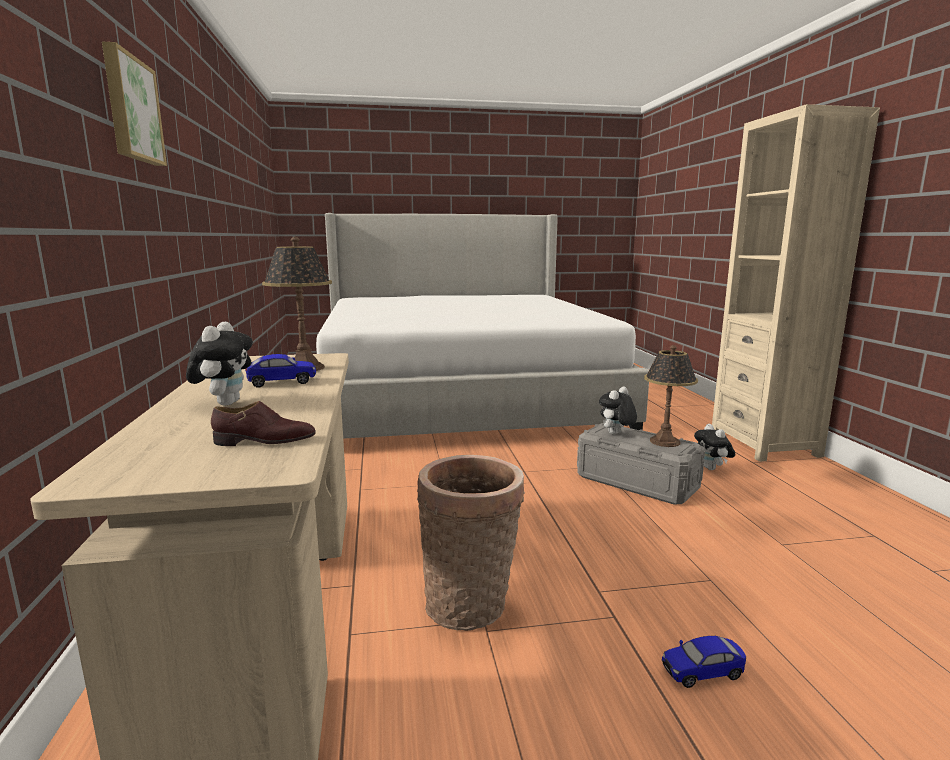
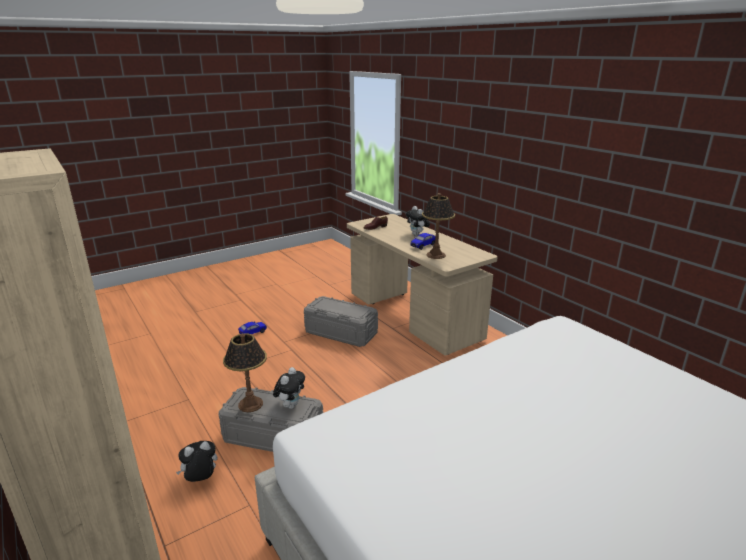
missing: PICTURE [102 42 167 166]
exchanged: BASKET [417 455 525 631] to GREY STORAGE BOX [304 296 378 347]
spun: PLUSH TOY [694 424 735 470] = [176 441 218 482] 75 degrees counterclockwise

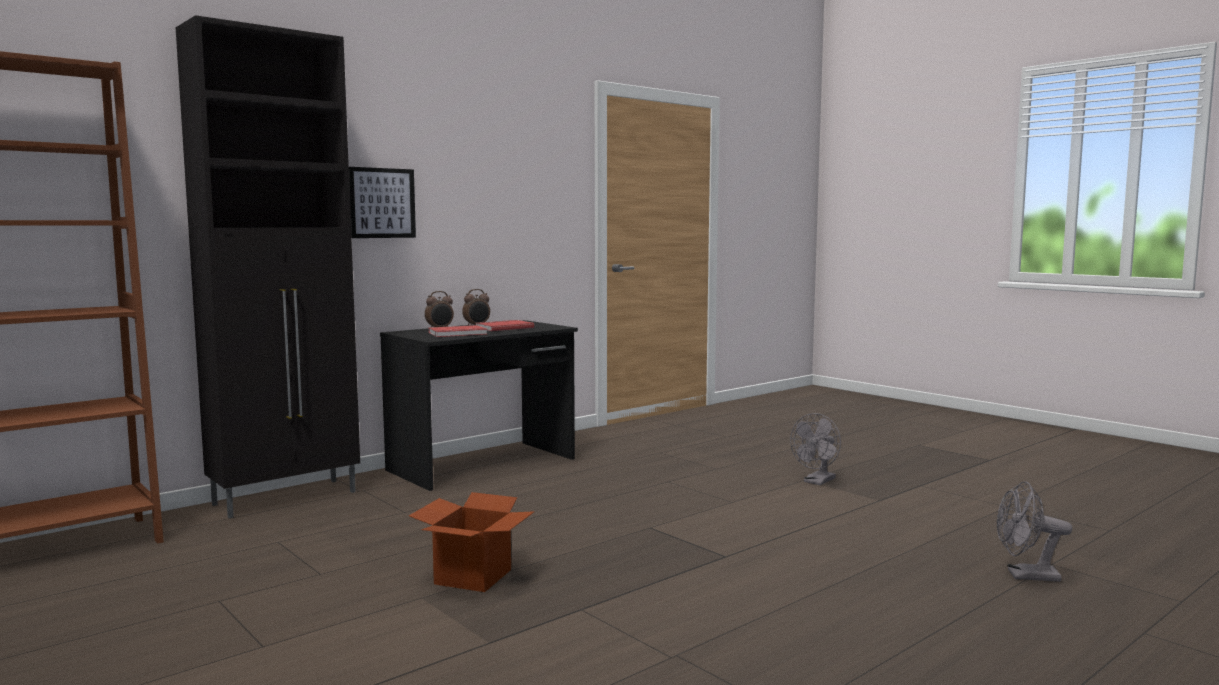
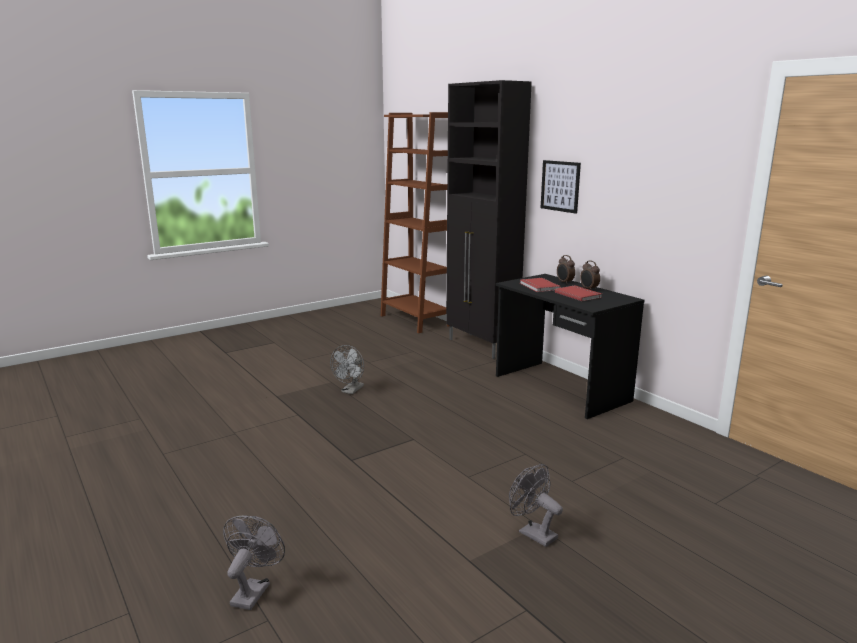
exchanged: CARDBOARD BOX [409 492 535 592] to GREY FAN [330 345 364 394]

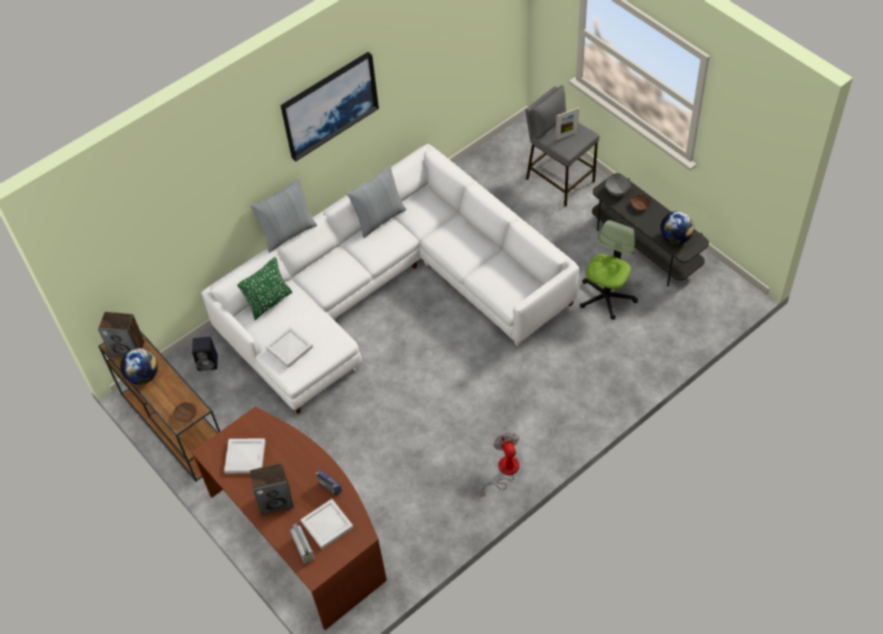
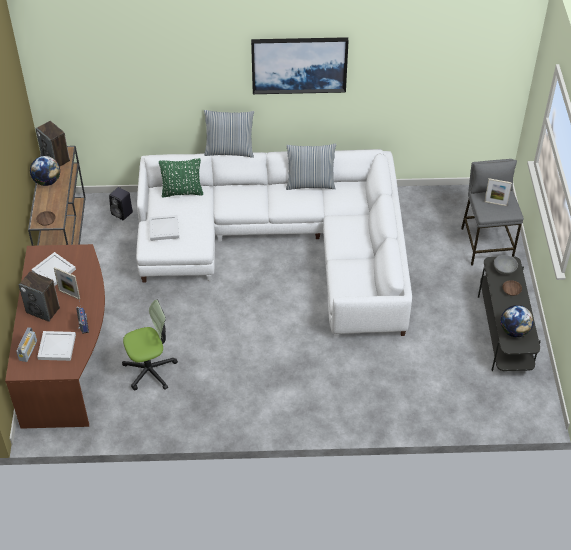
missing: FAN [480 433 519 498]
appeared: PICTURE FRAME [54 267 80 300]
relocated: OFFICE CHAIR [580 220 638 320] to [122 299 178 390]

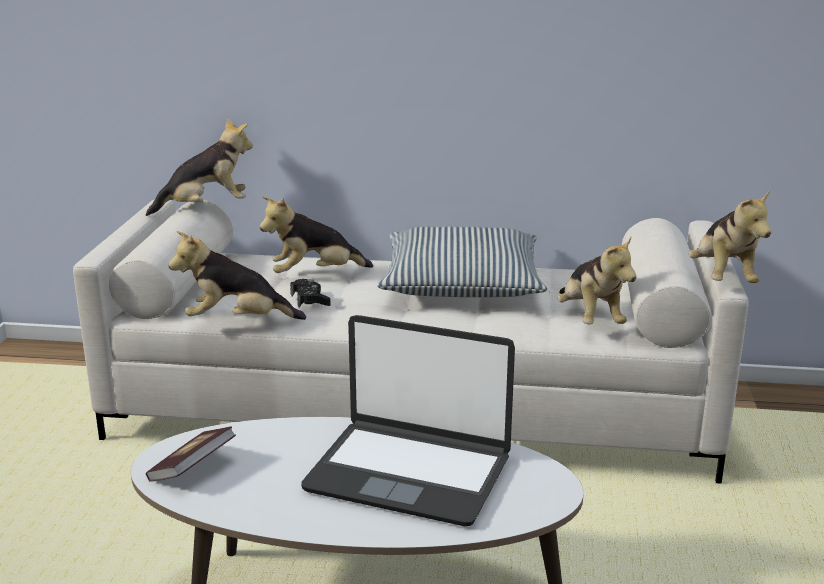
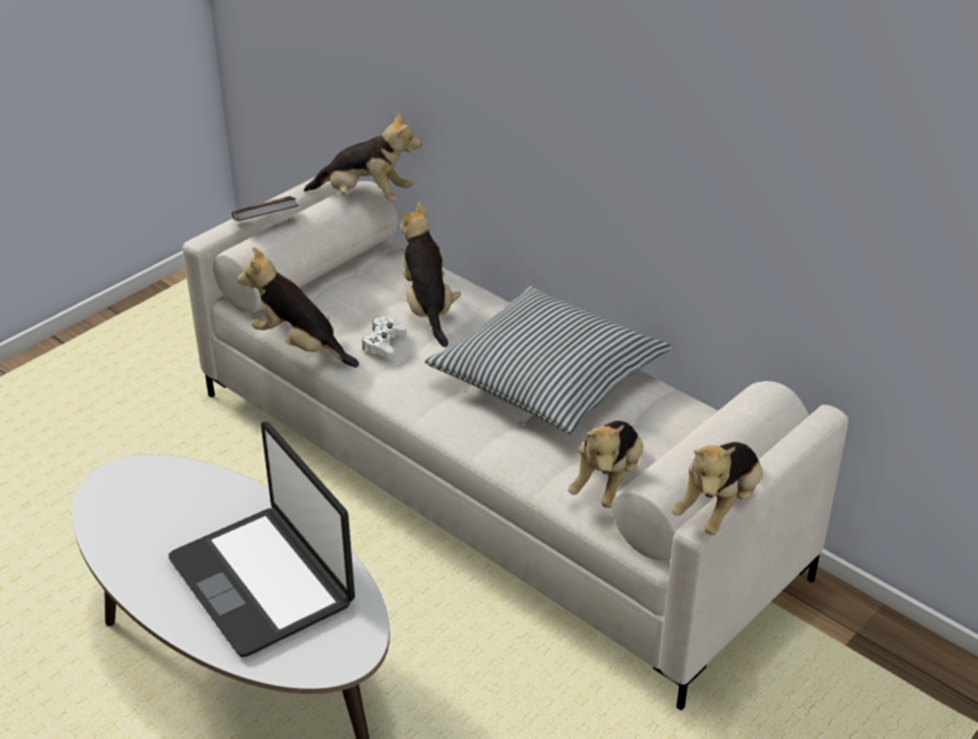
relocated: BOOK [146 427 236 482] to [232 196 298 221]
colour: BLACK GAME CONTROLLER [290 279 331 307] to WHITE GAME CONTROLLER [362 317 407 359]
spun: PLUSH TOY [260 196 373 273] = [400 202 461 347] 60 degrees clockwise

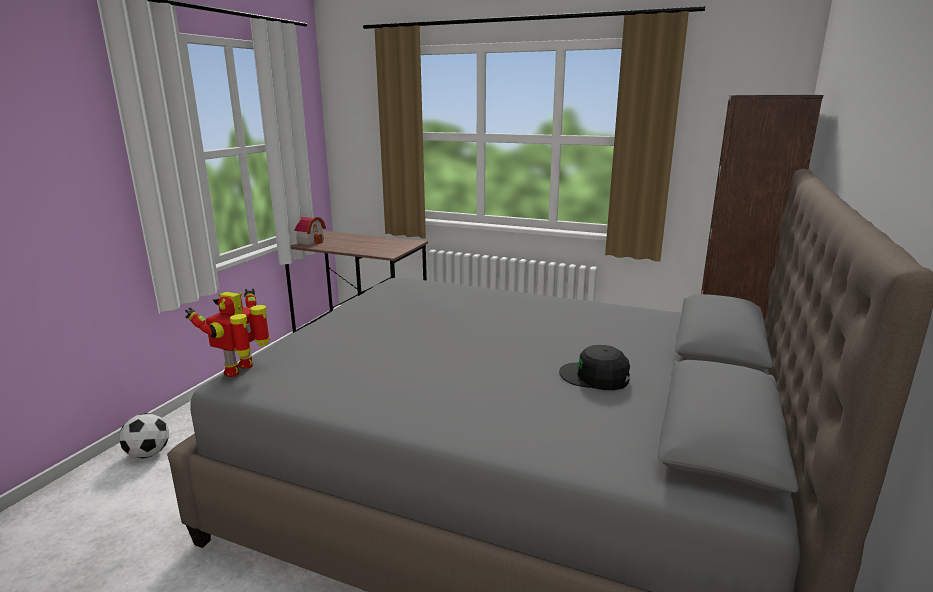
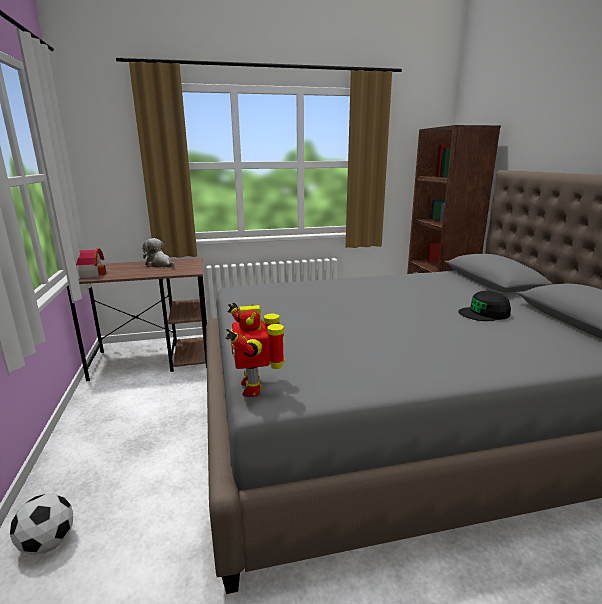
appeared: PLUSH TOY [142 238 175 268]

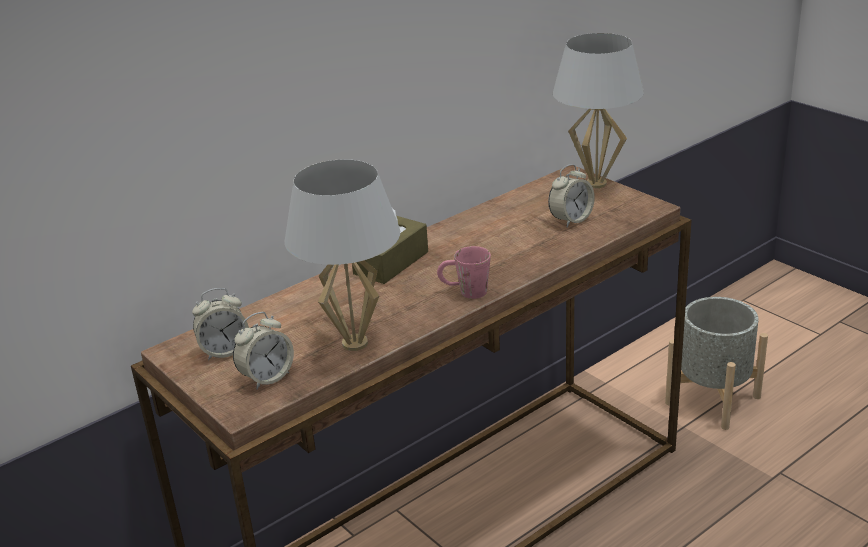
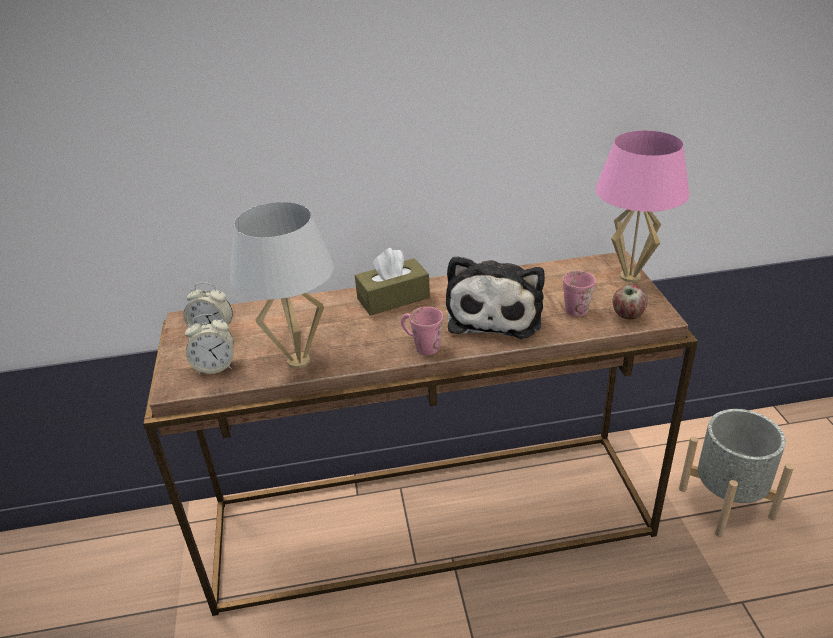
appeared: PLUSH TOY [446 256 545 339]; APPLE [612 285 648 320]
exchanged: ALARM CLOCK [548 164 595 227] to PINK MUG [563 271 596 317]
colour: WHITE TABLE LAMP [553 33 644 188] to PINK TABLE LAMP [596 130 690 282]

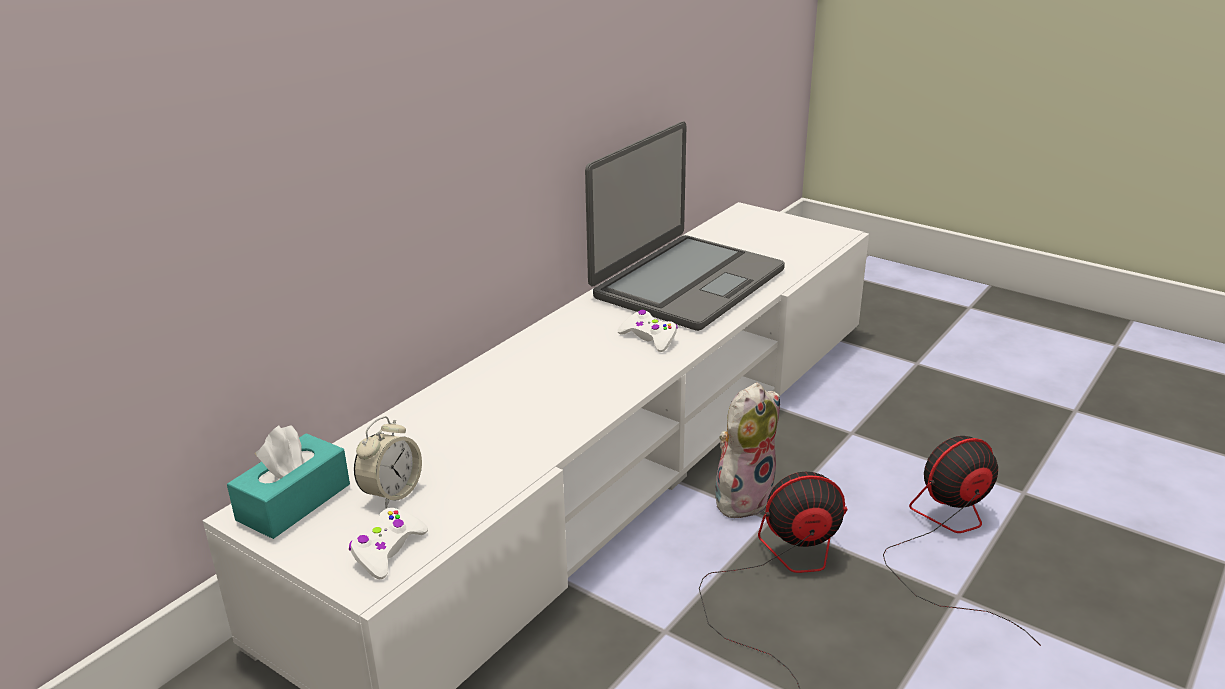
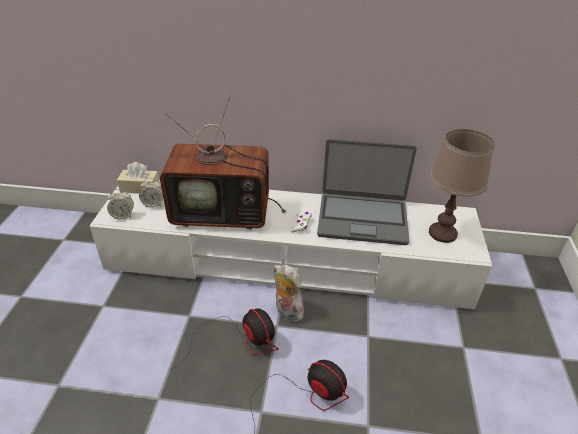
appeared: TELEVISION [160 93 286 229]; BROWN TABLE LAMP [429 129 495 243]
exchanged: WHITE GAME CONTROLLER [349 508 428 579] to ALARM CLOCK [107 189 134 220]
colour: TURQUOISE TISSUE BOX [227 426 350 539] to BEIGE TISSUE BOX [117 162 159 194]
spun: PLUSH TOY [715 383 780 518] = [274 264 304 322] 150 degrees counterclockwise

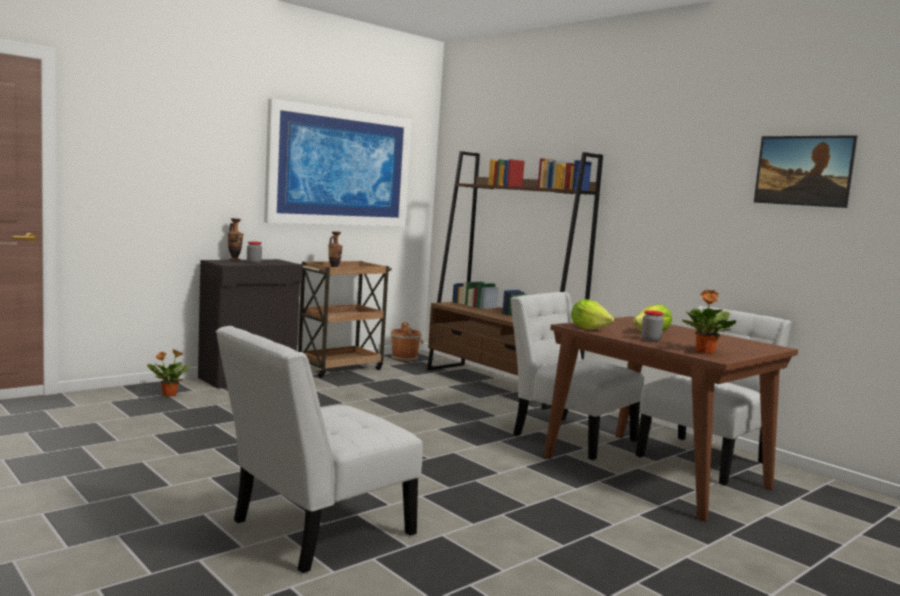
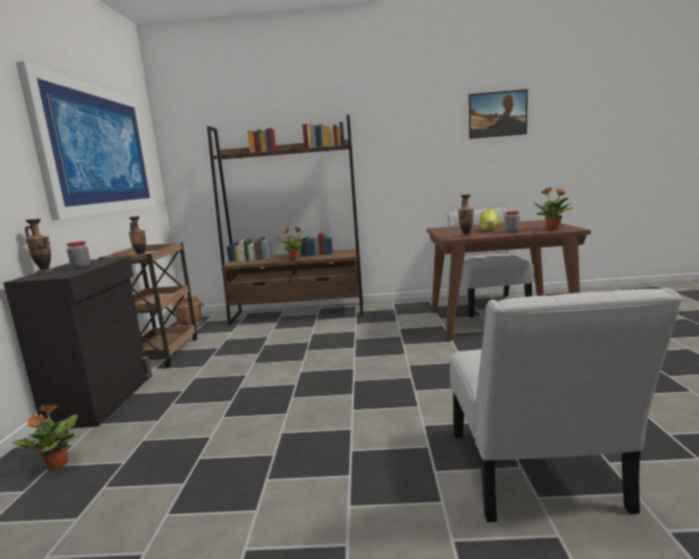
missing: WHITE CHAIR [511 292 644 460]
appeared: POTTED PLANT [277 227 308 260]
exchanged: LETTUCE [571 299 614 330] to VASE [458 194 474 237]

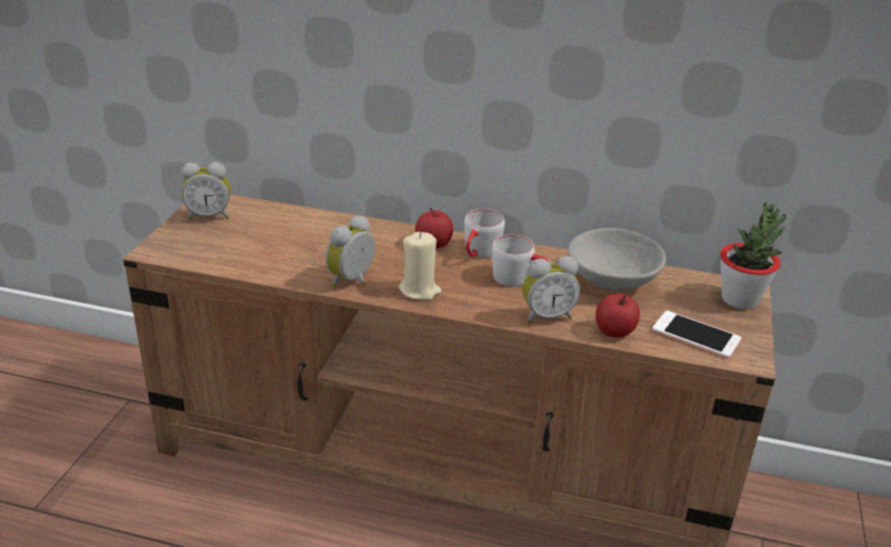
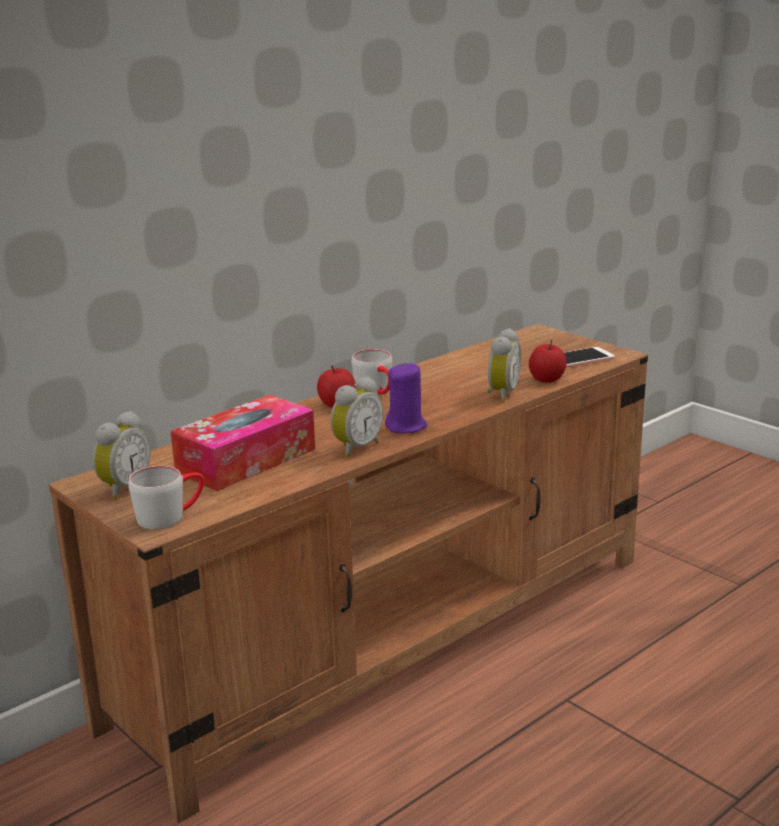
missing: GREY BOWL [568 228 666 291]; POTTED PLANT [720 202 786 309]
appeared: TISSUE BOX [170 395 315 491]
relocated: GREY MUG [492 235 550 287] to [128 466 204 530]
colour: BEIGE CANDLE [399 232 441 300] to PURPLE CANDLE [385 362 427 433]
spun: ALARM CLOCK [326 216 375 287] = [330 376 384 458] 120 degrees counterclockwise

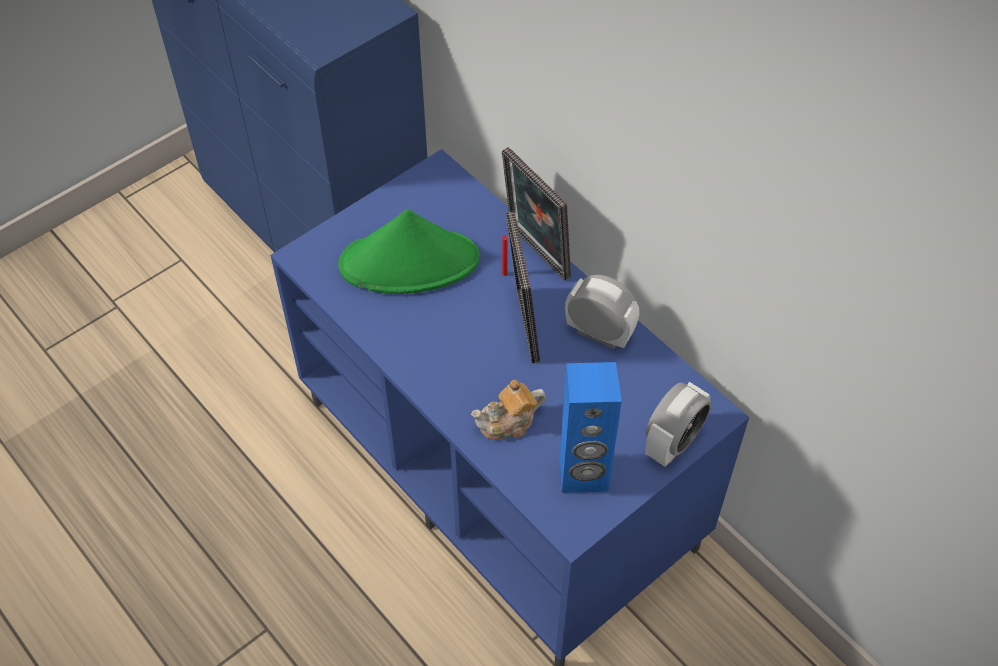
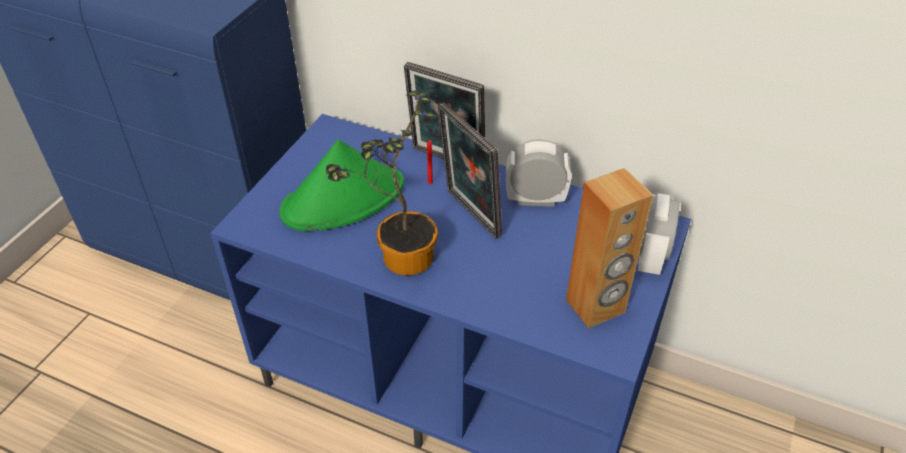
missing: TEAPOT [471 380 546 440]
appeared: POTTED PLANT [326 90 438 275]
colour: BLUE SPEAKER [559 362 622 493] to BROWN SPEAKER [566 168 653 328]

